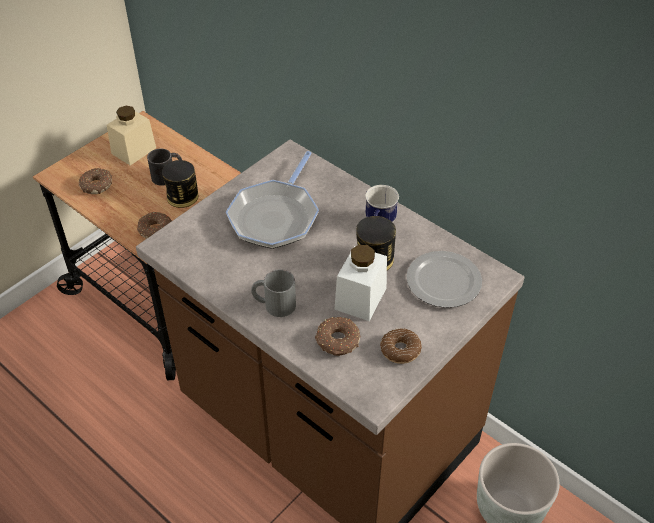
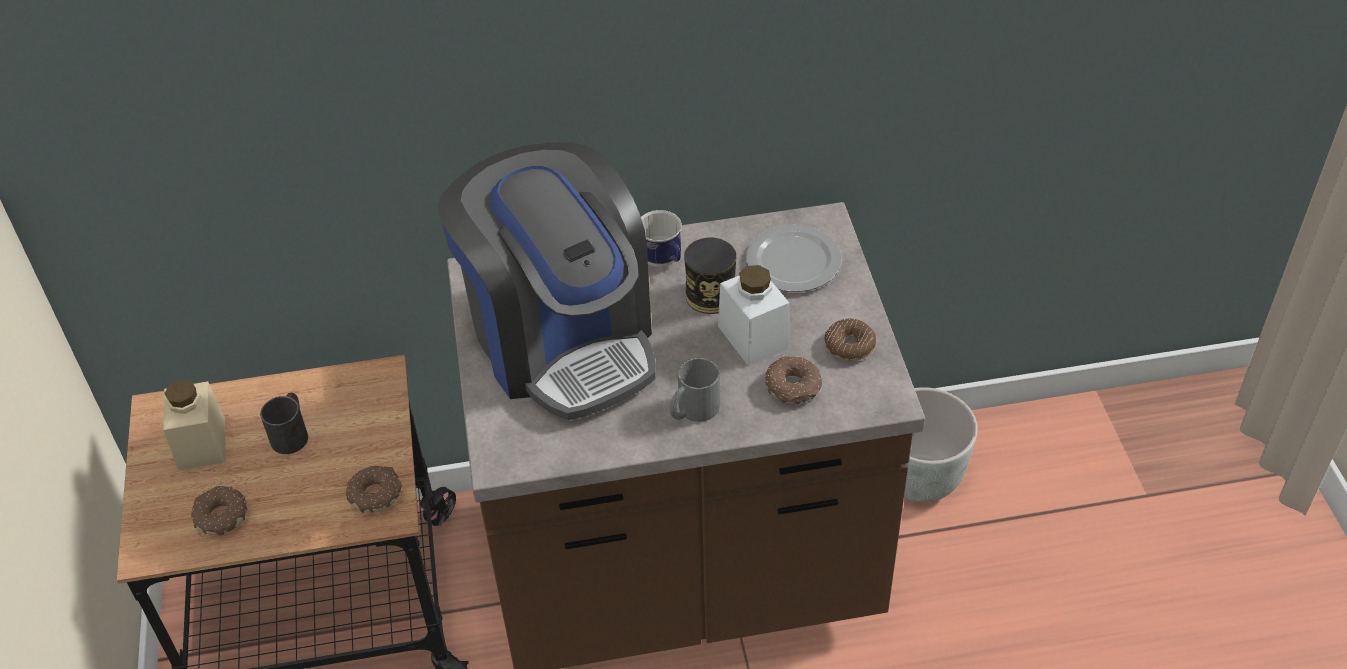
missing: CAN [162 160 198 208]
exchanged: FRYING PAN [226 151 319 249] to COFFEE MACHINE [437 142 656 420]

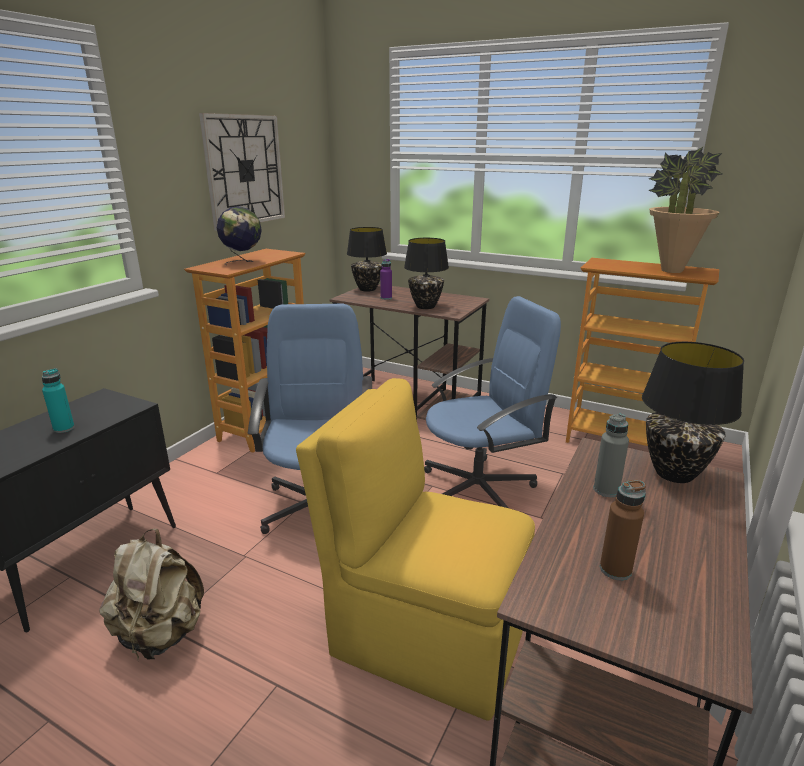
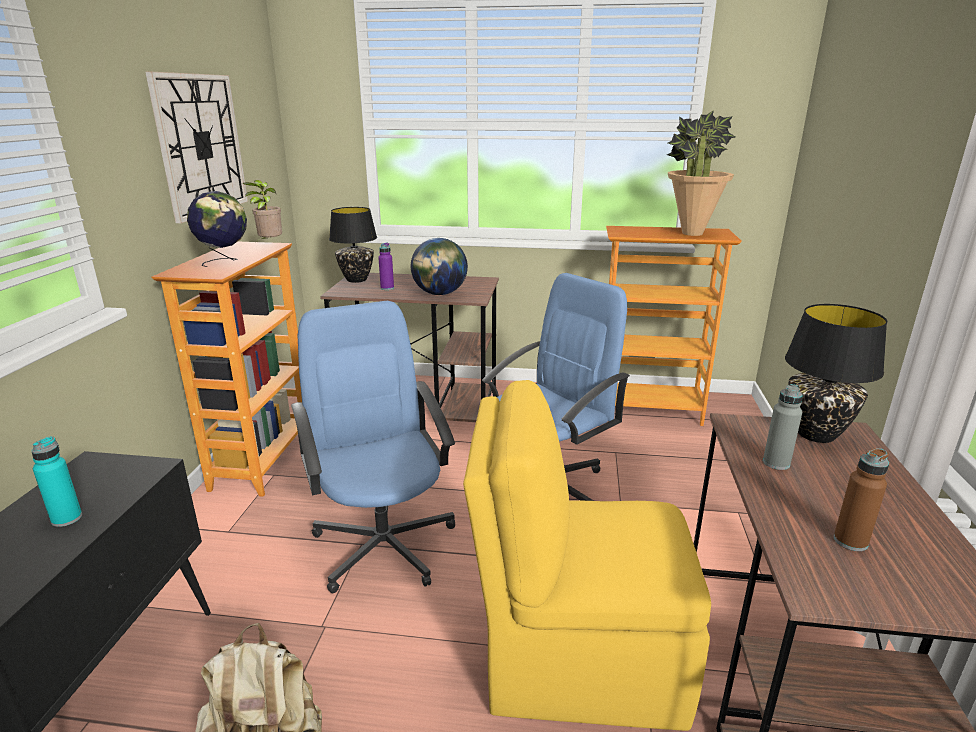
appeared: POTTED PLANT [243 180 282 244]
exchanged: BLACK TABLE LAMP [404 238 449 309] to GLOBE [411 238 468 295]

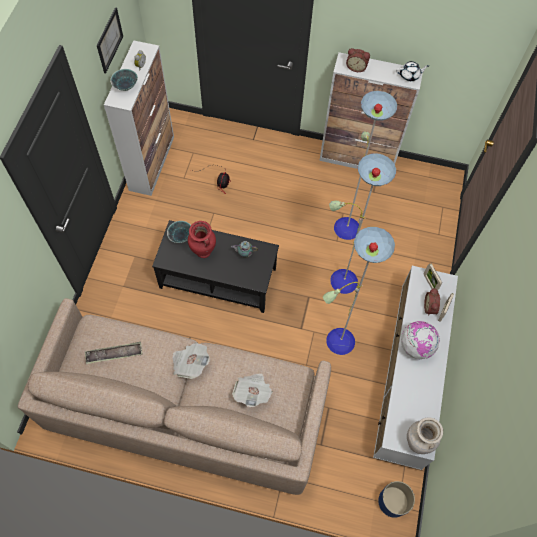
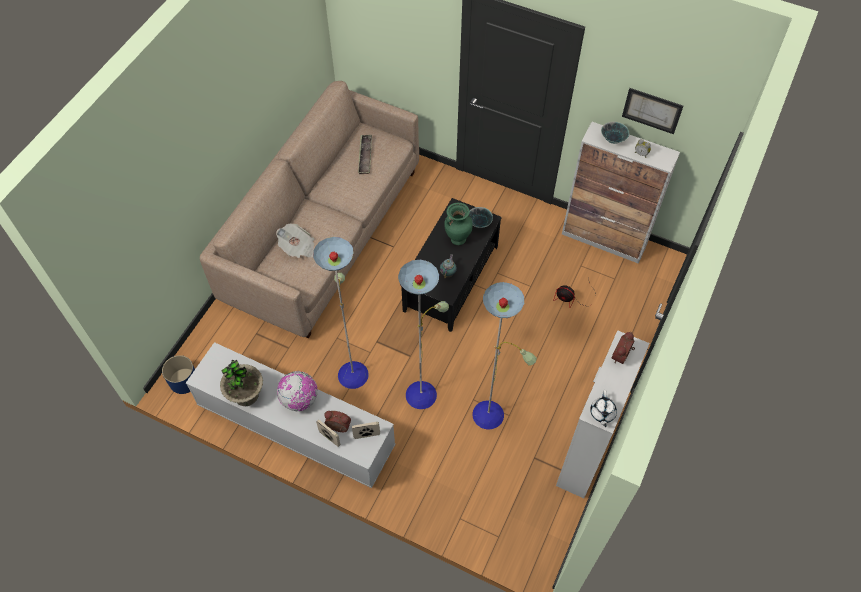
missing: NEWSPAPER [173 342 210 379]; BEIGE VASE [407 417 443 454]
appeared: POTTED PLANT [220 360 263 406]
colour: RED VASE [188 221 216 258] to GREEN VASE [444 203 472 245]

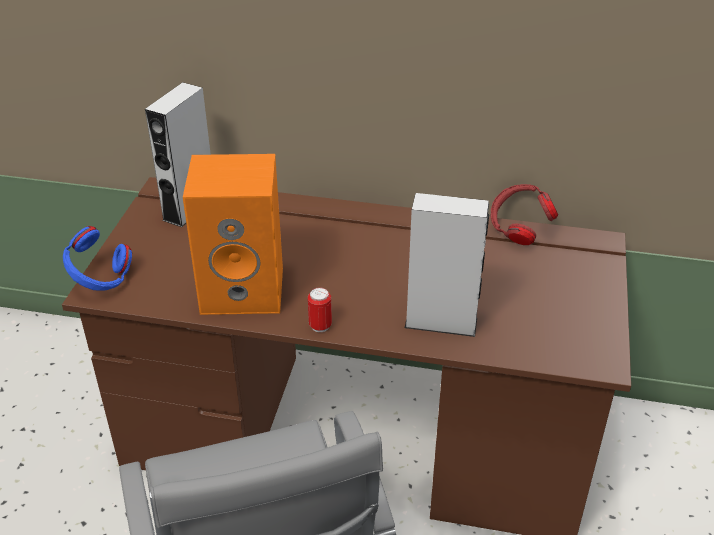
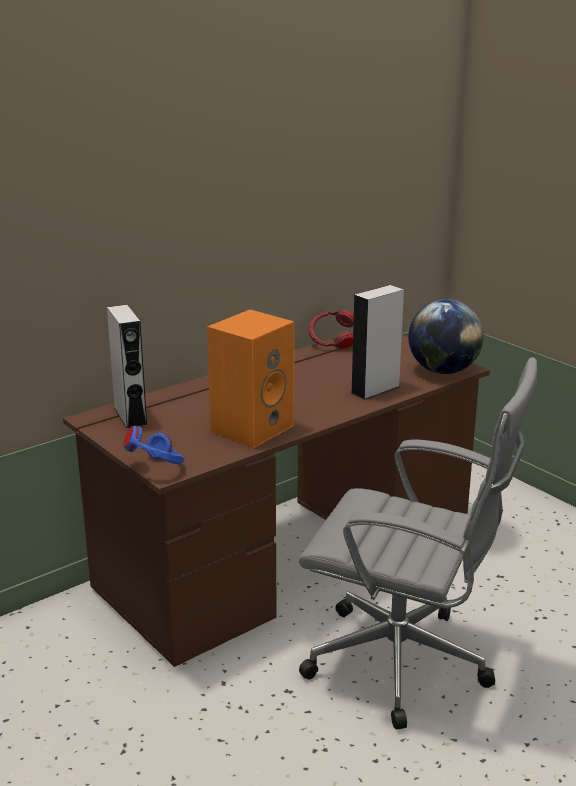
missing: CAN [308 287 332 332]
appeared: GLOBE [408 299 484 374]

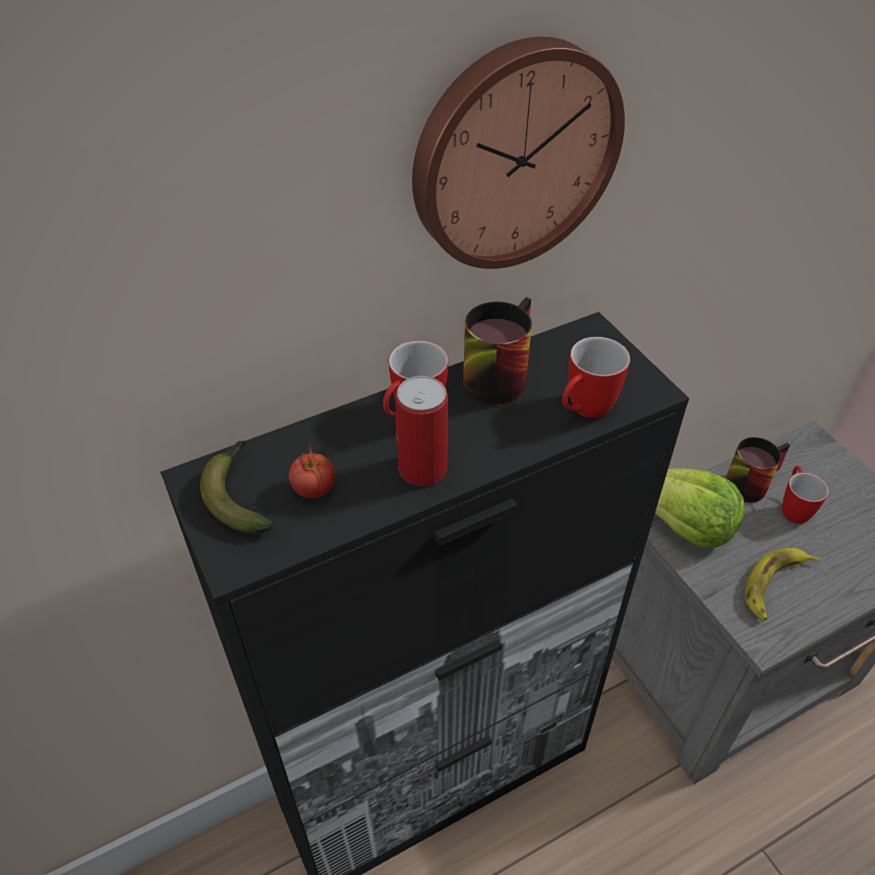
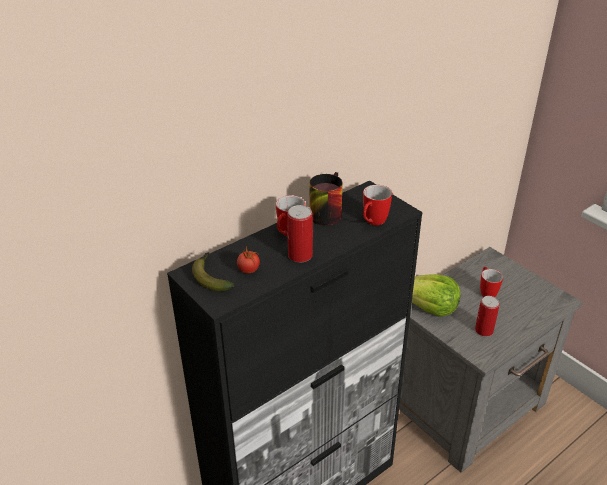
missing: WALL CLOCK [412 37 625 269]; MUG [726 437 790 503]
exchanged: BANANA [745 548 820 621] to CAN [475 296 500 337]

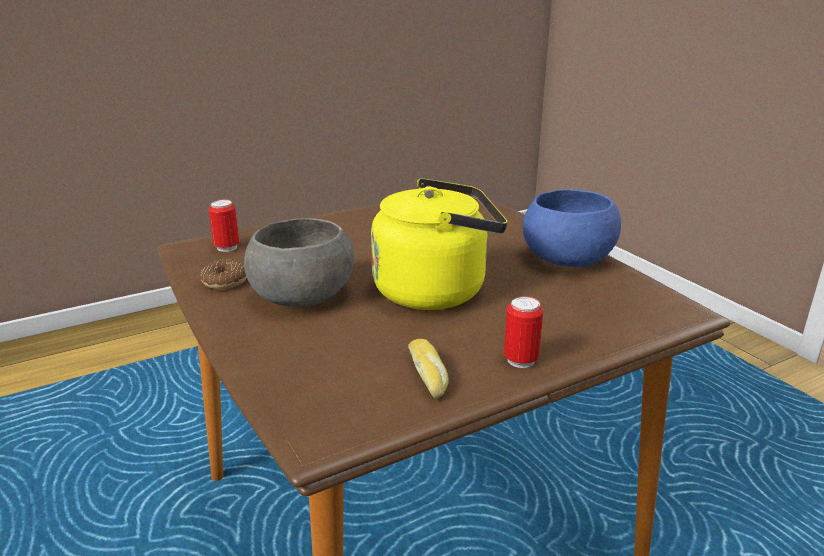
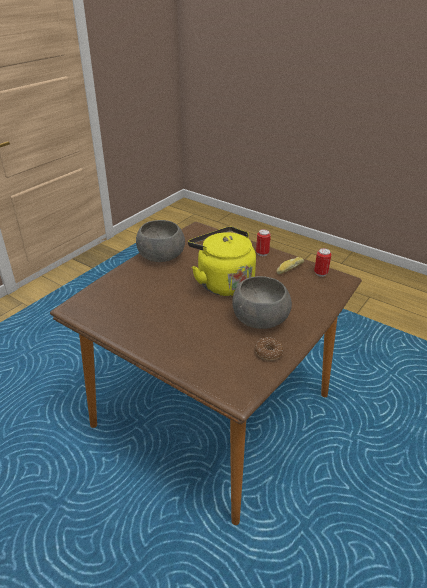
relocated: CAN [209 199 239 252] to [314 248 332 277]
colour: BLUE BOWL [523 189 621 267] to GREY BOWL [136 220 185 262]

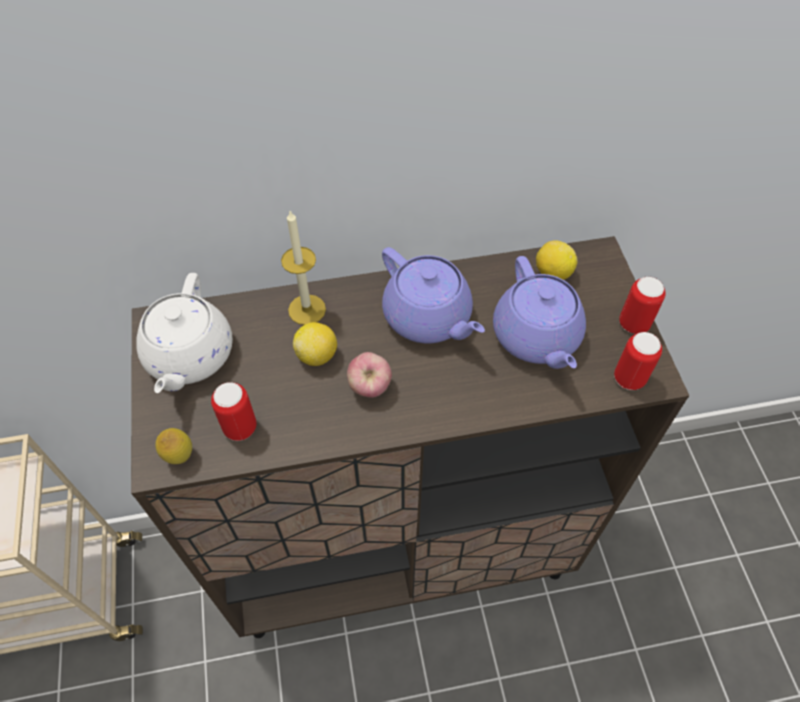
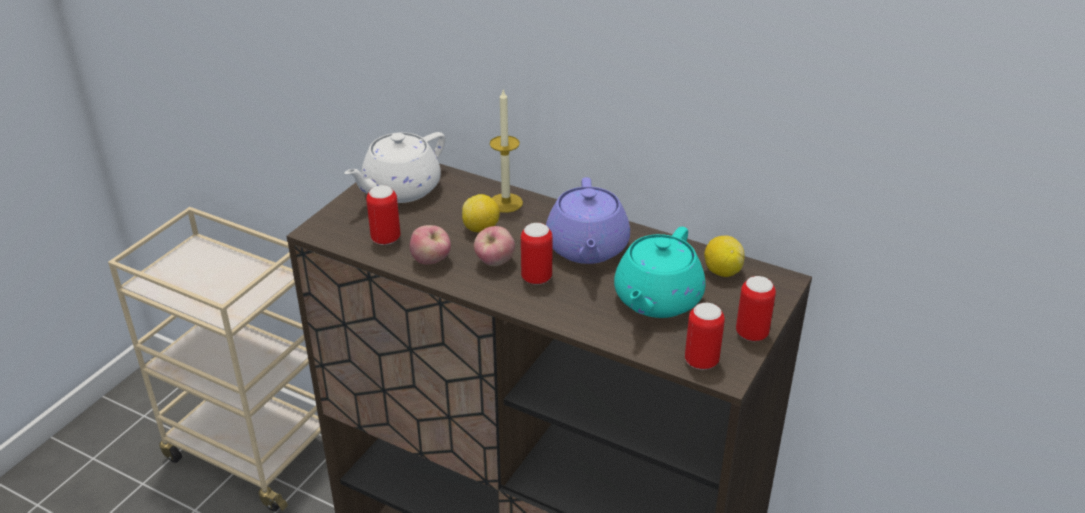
missing: LEMON [155 428 192 464]
appeared: APPLE [410 225 451 264]; CAN [521 223 553 285]
colour: PURPLE TEAPOT [493 256 586 369] to TURQUOISE TEAPOT [614 227 706 318]

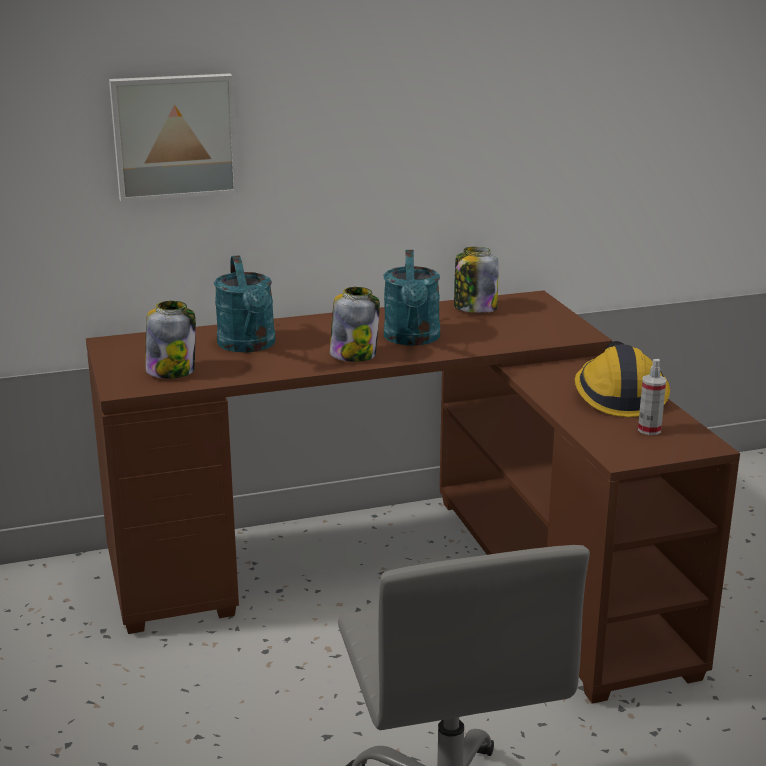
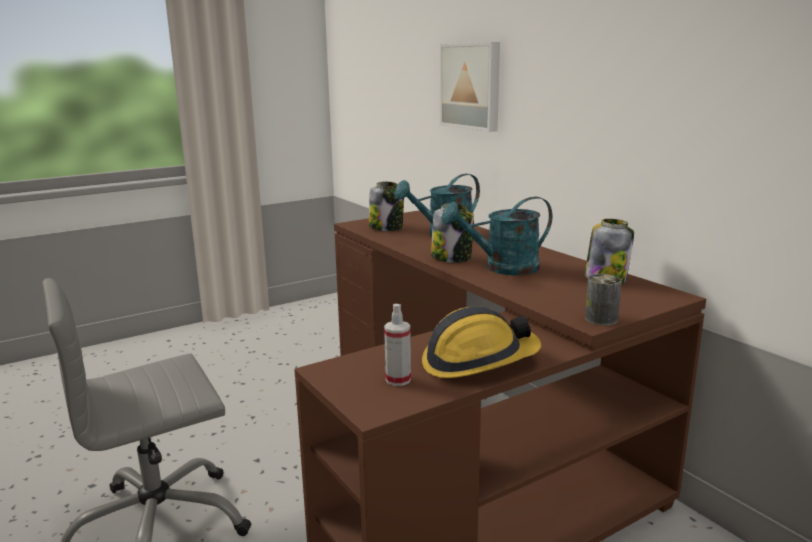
appeared: CAN [585 274 622 326]

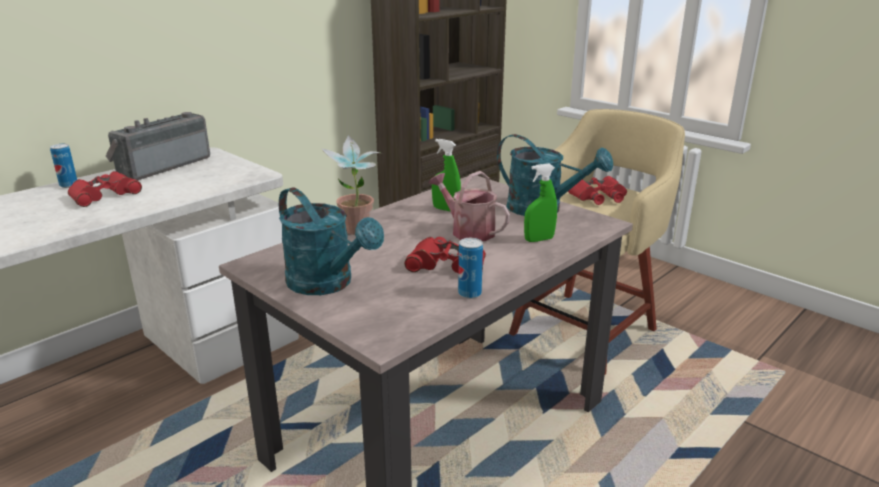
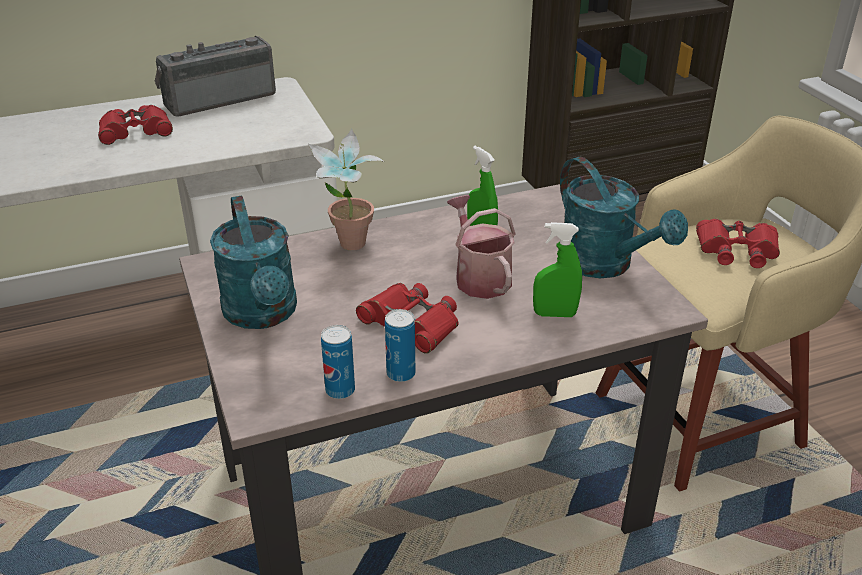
relocated: CAN [50 143 77 188] to [321 325 355 399]

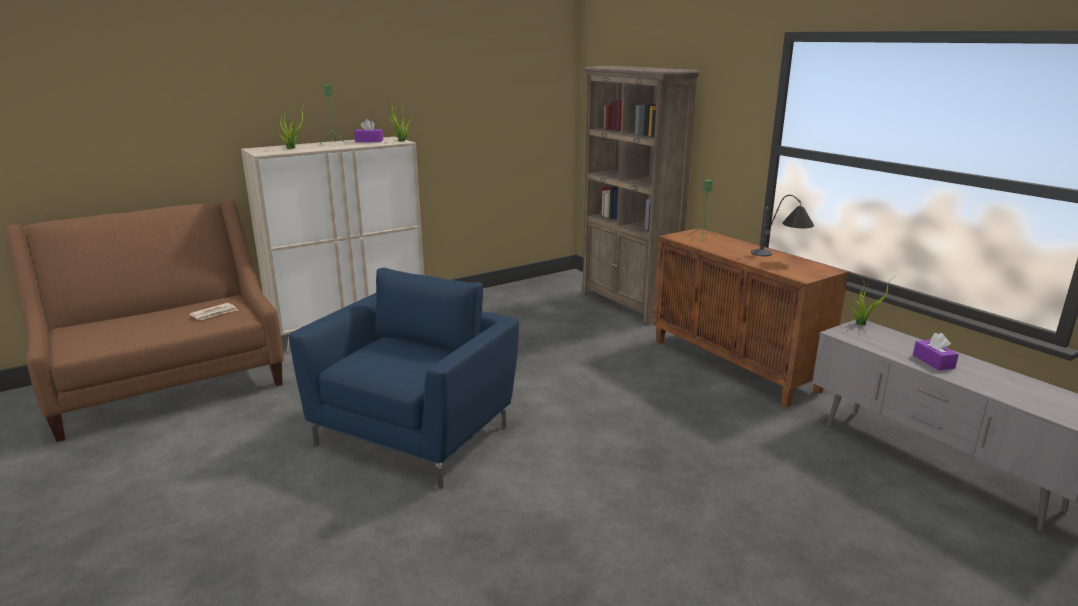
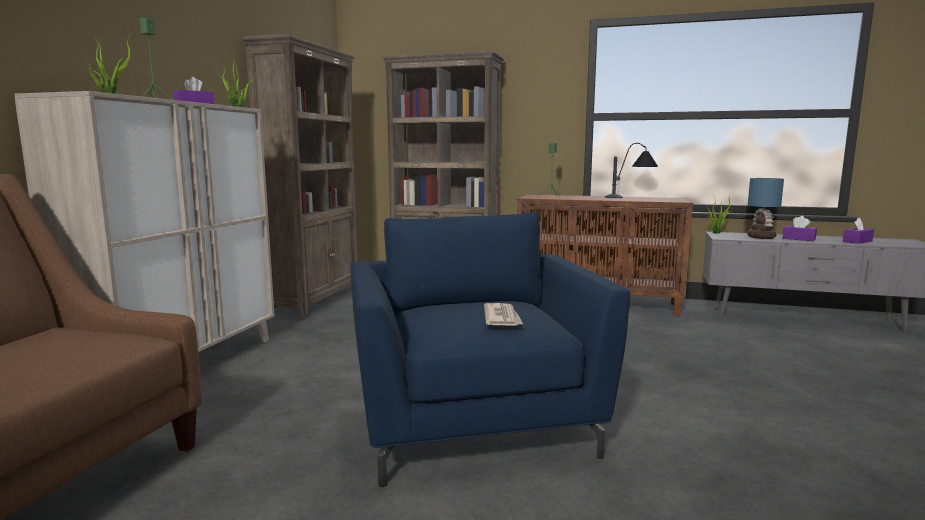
appeared: BROWN BOOKCASE [242 34 358 318]; TABLE LAMP [747 178 784 239]; PURPLE TISSUE BOX [843 218 874 244]
relocated: NEWSPAPER [189 303 238 320] to [484 303 523 326]

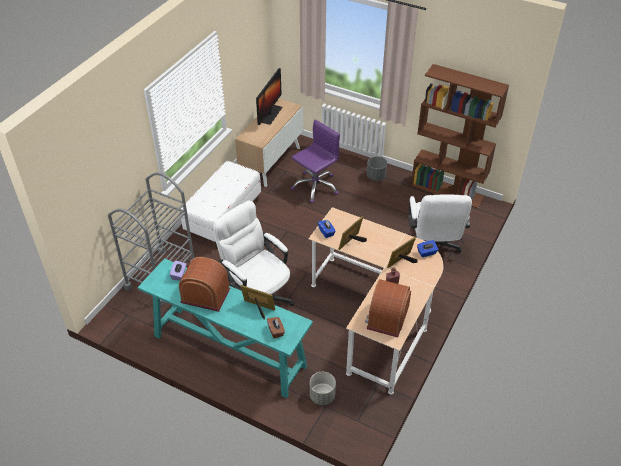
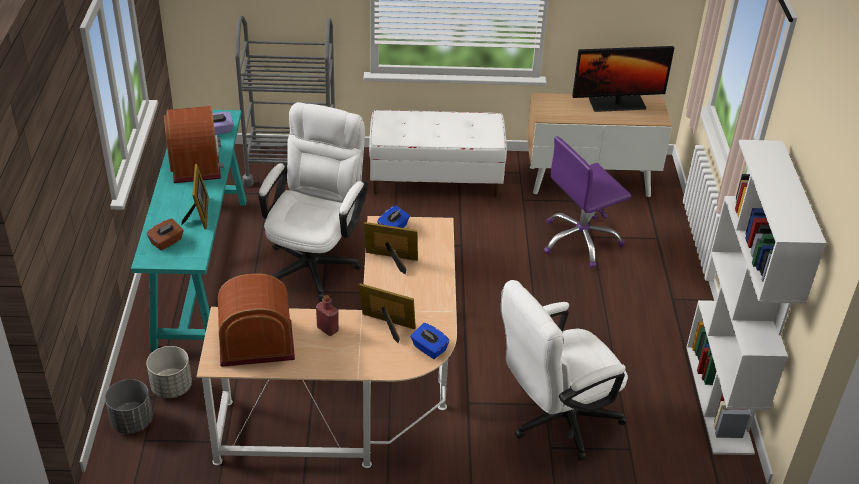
relocated: GREY PLANTER [367 156 387 181] to [105 379 153 434]
colour: BROWN BOOKCASE [411 64 509 209] to WHITE BOOKCASE [686 140 826 455]
spun: PURPLE OFFICE CHAIR [291 119 340 203] = [544 136 631 268] 135 degrees clockwise

